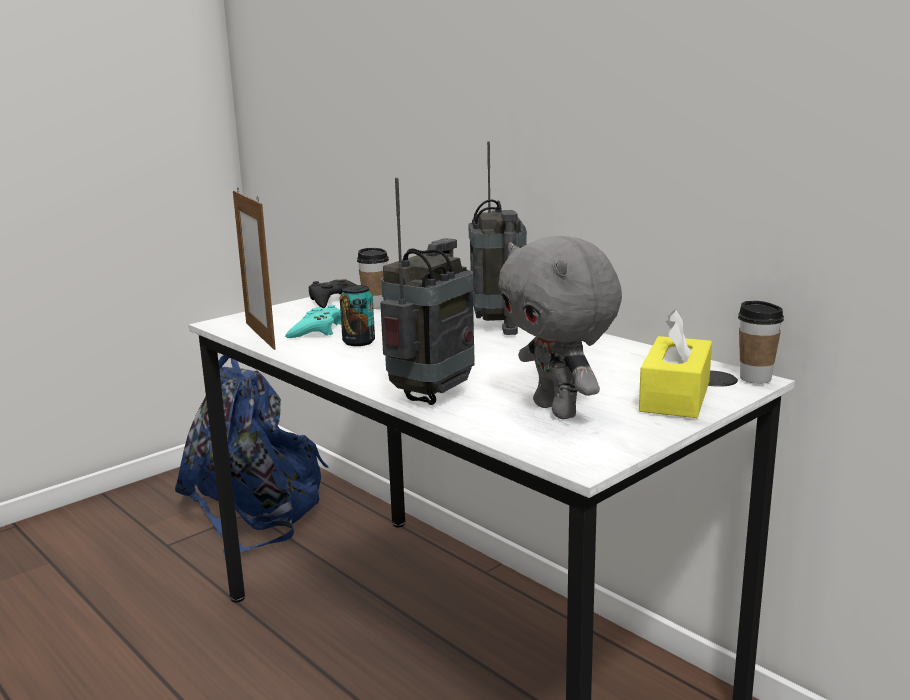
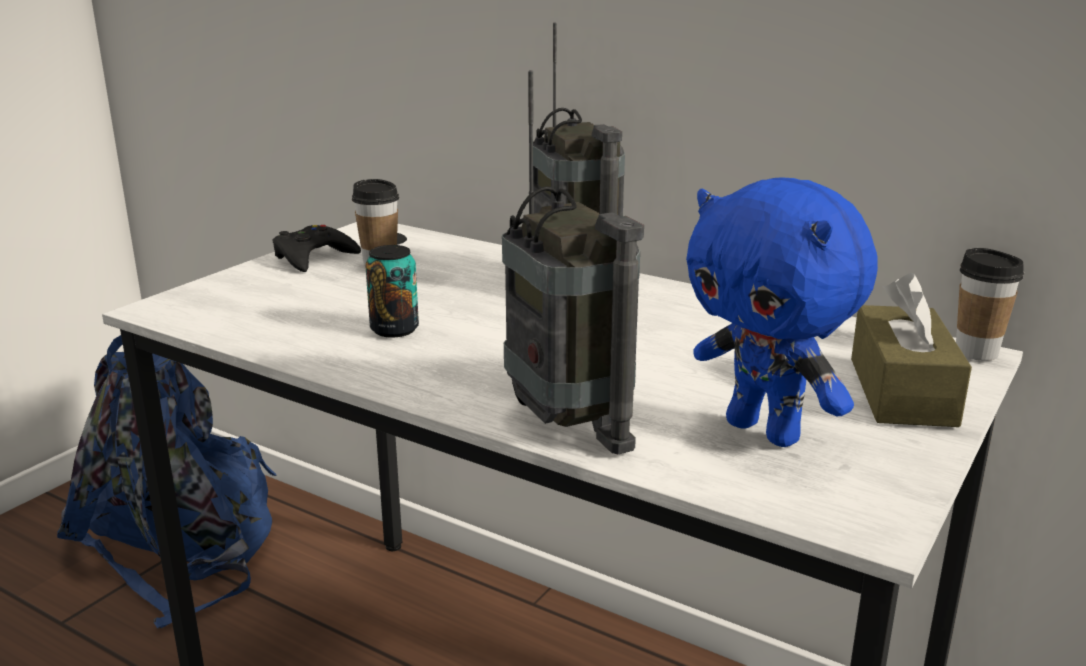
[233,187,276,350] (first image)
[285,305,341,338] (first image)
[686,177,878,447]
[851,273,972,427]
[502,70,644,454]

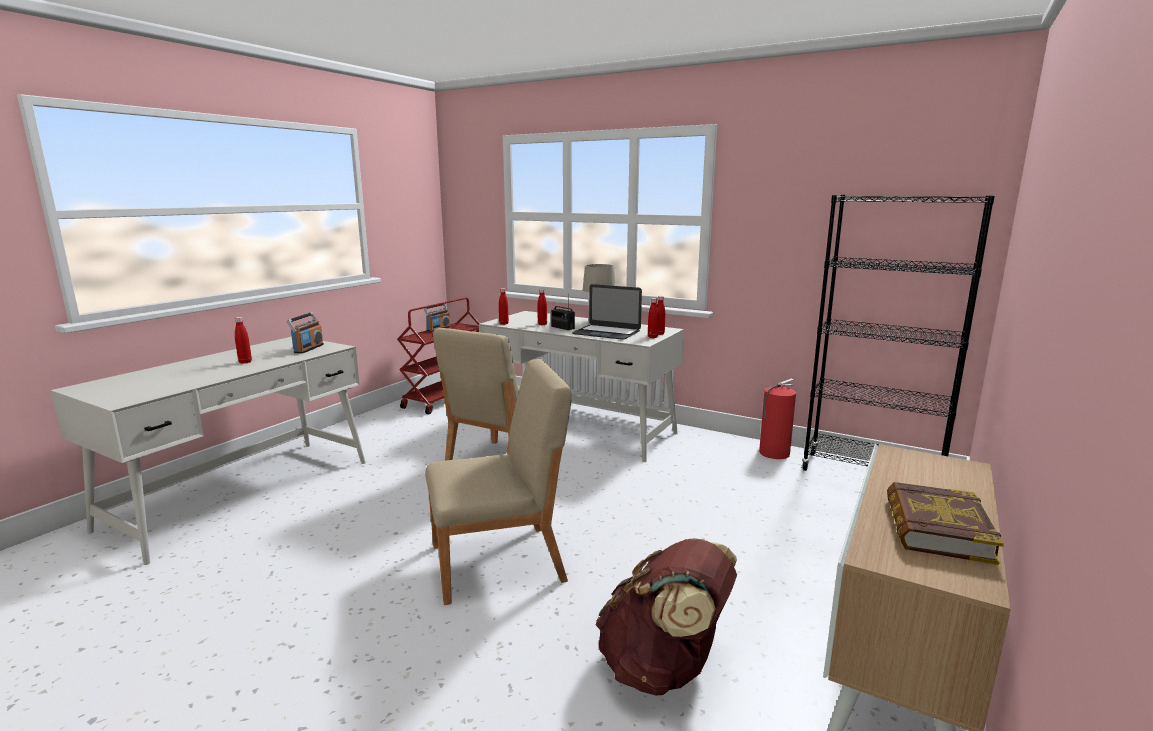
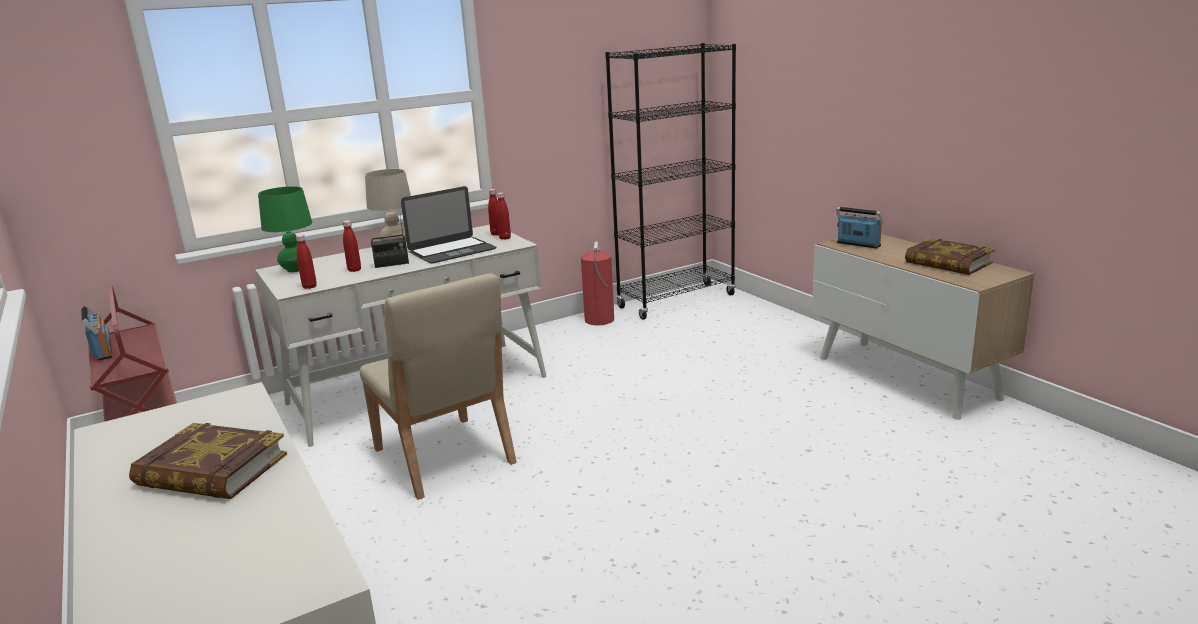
[425,359,572,605] (first image)
[596,538,737,696] (first image)
[258,186,312,272]
[836,207,883,249]
[129,423,287,499]

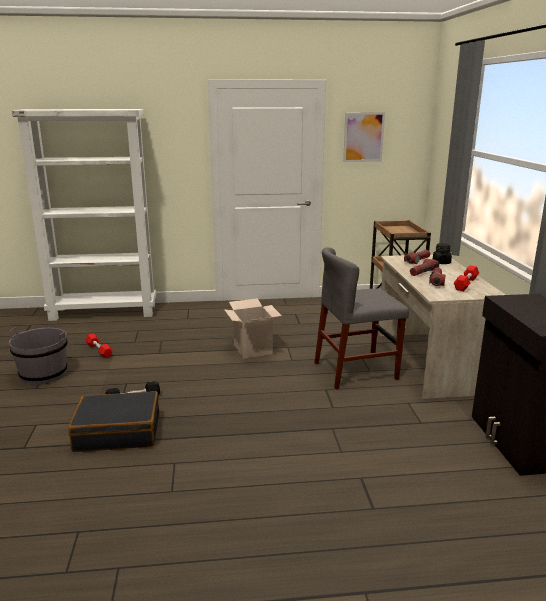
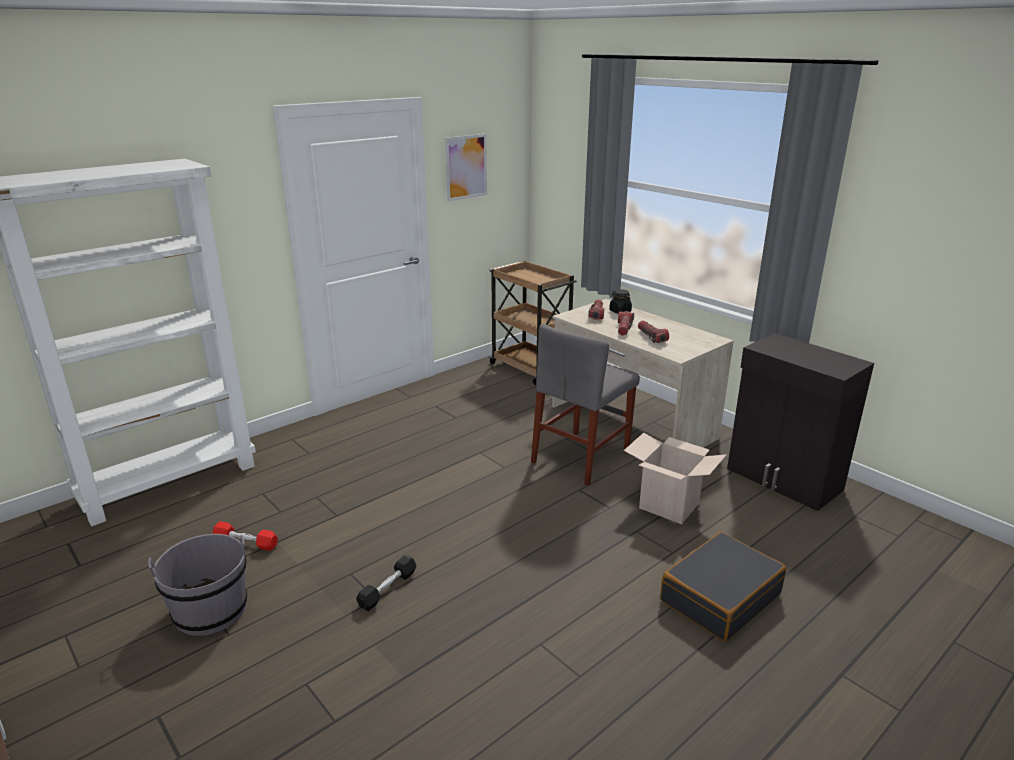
[454,265,479,291] (first image)
[660,532,786,642]
[624,433,727,524]

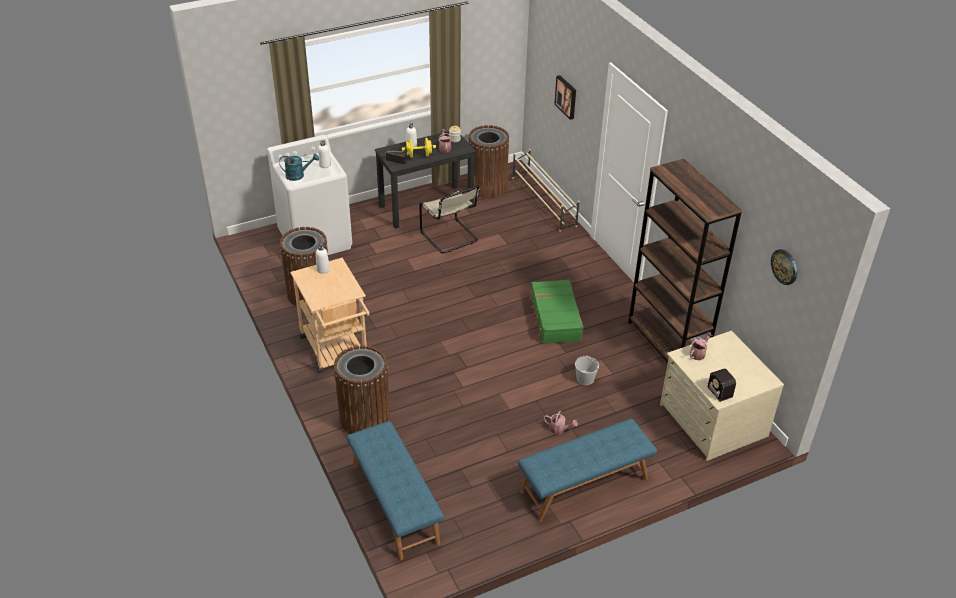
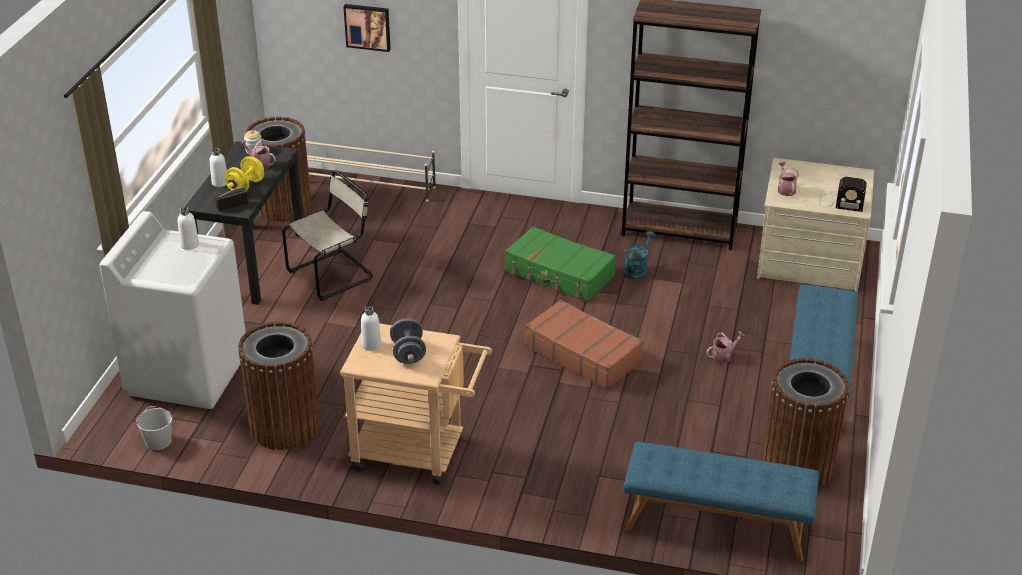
[771,249,797,285] (first image)
[390,318,426,364]
[525,300,643,389]
[623,231,656,280]
[762,358,849,488]
[136,406,172,450]
[282,170,373,301]

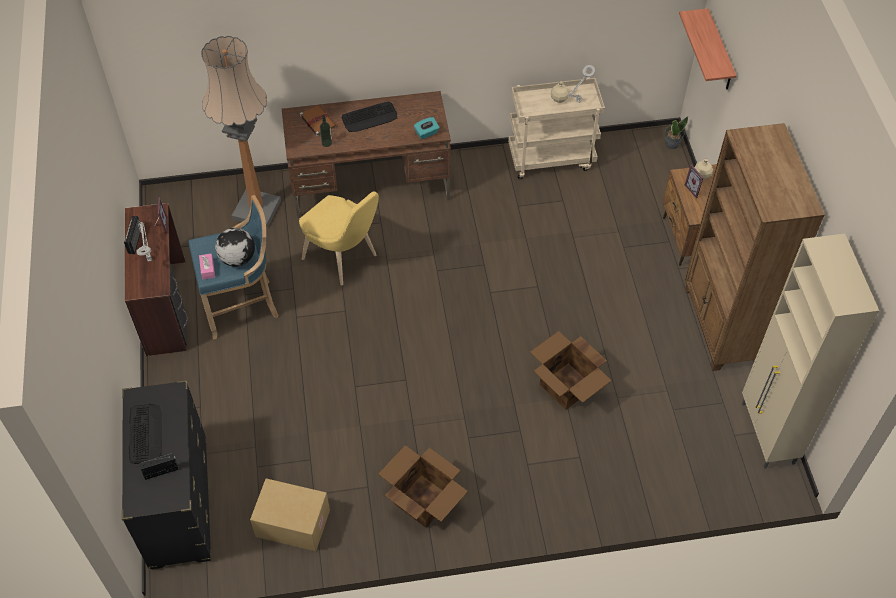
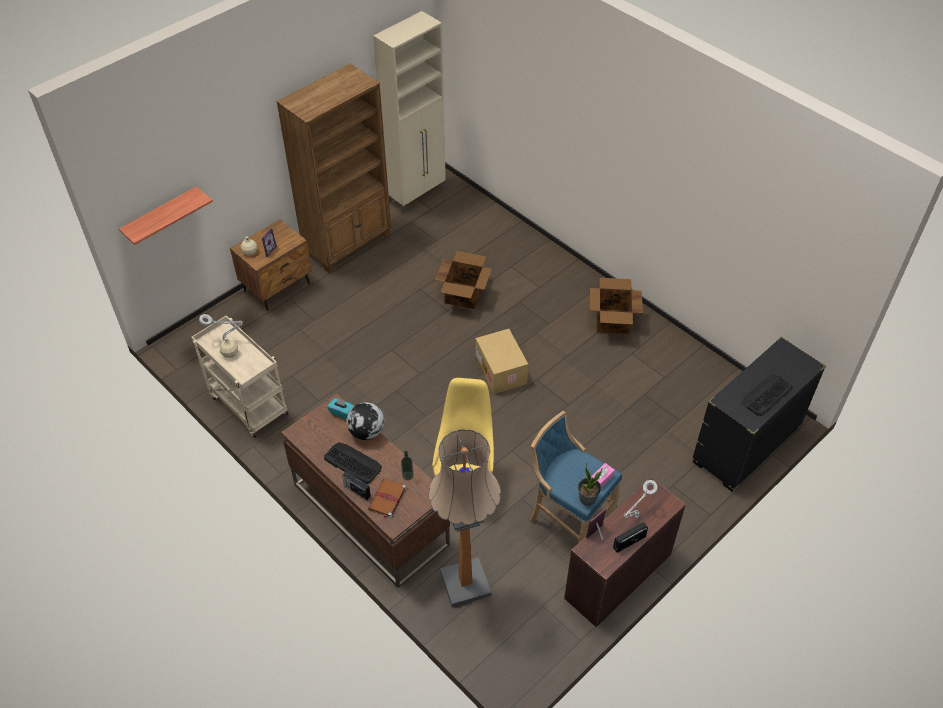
[342,471,371,501]
[346,402,384,440]
[475,329,528,394]
[578,463,603,506]

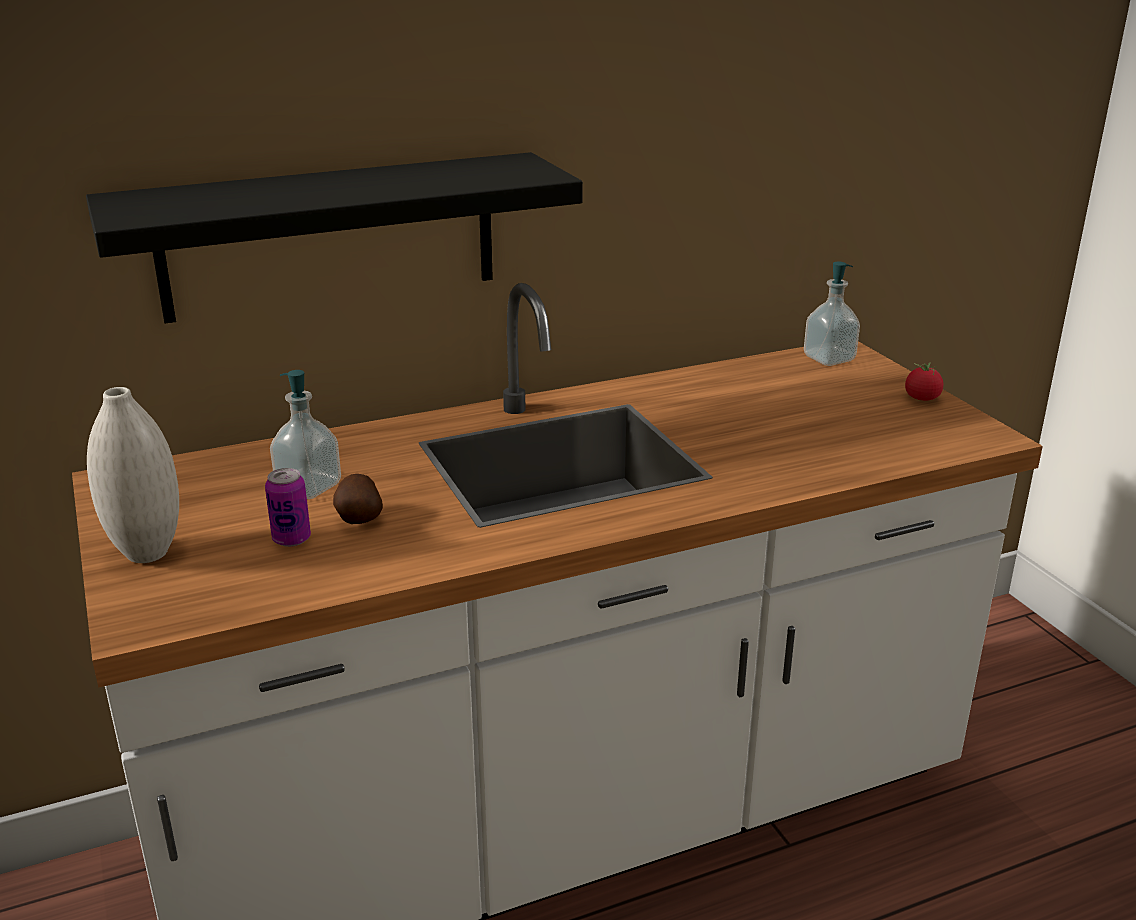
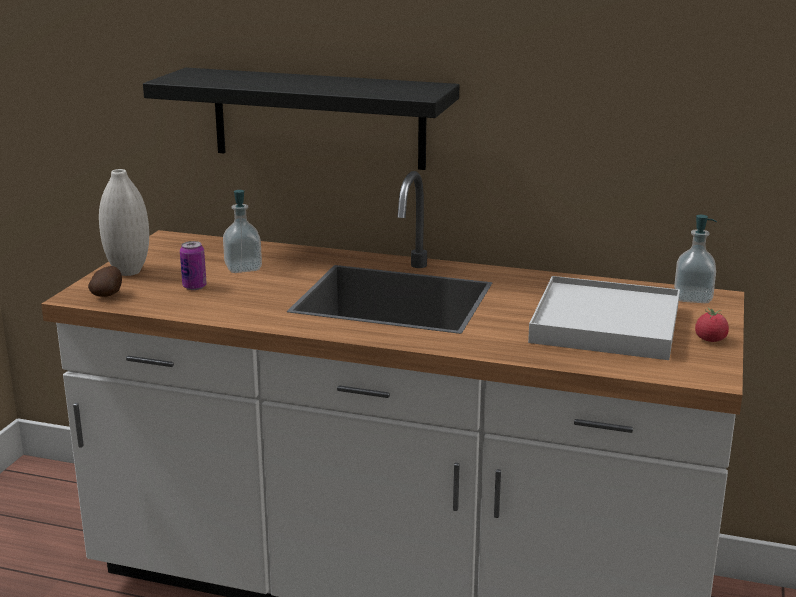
[528,276,680,360]
[88,266,122,297]

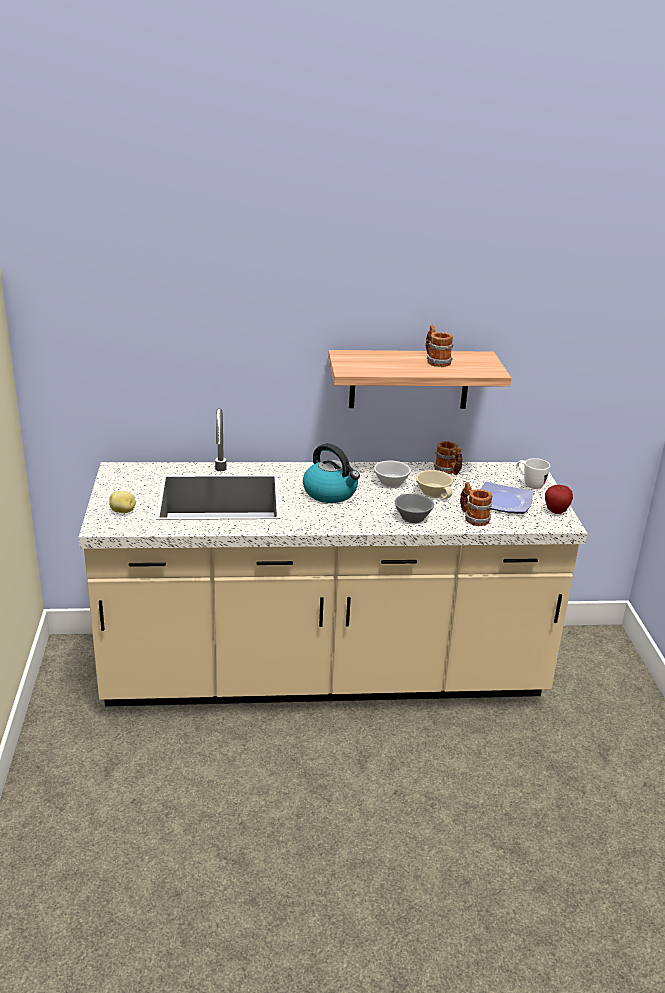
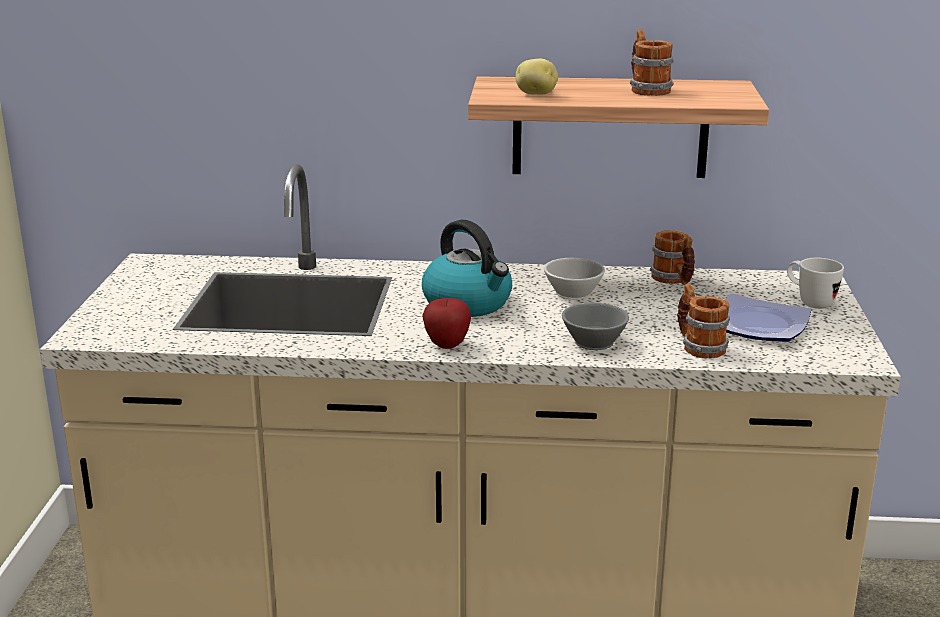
[416,470,453,499] (first image)
[515,59,558,94]
[422,298,471,349]

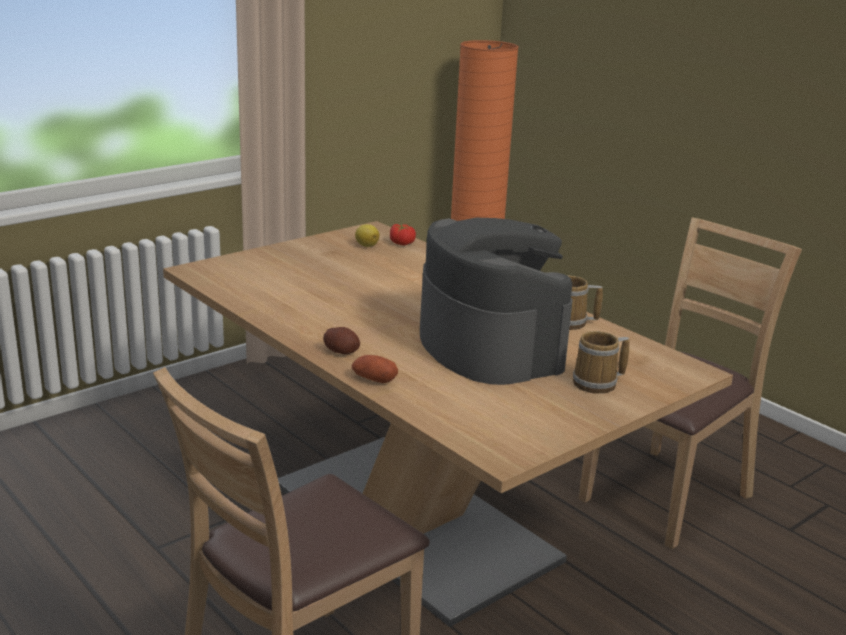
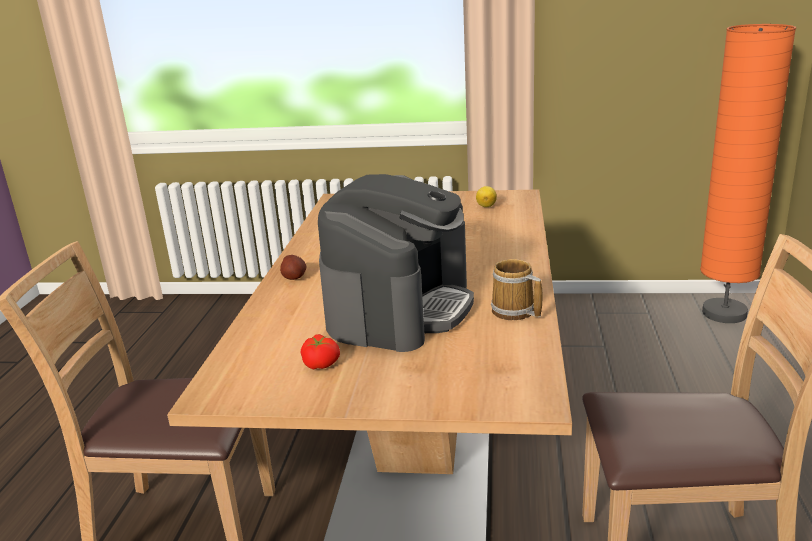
[351,355,398,383] (first image)
[573,331,629,394] (first image)
[301,334,340,369]

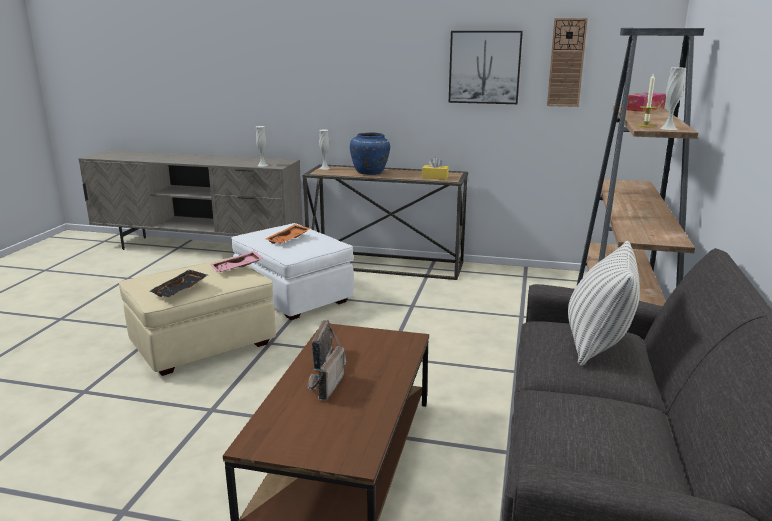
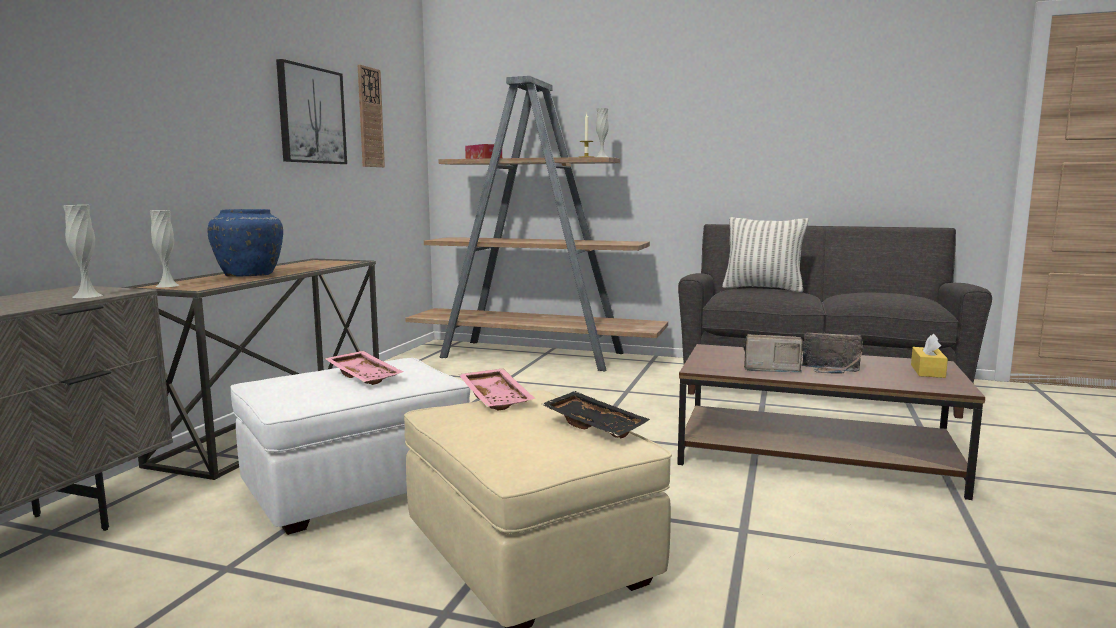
[911,334,948,378]
[325,351,404,385]

